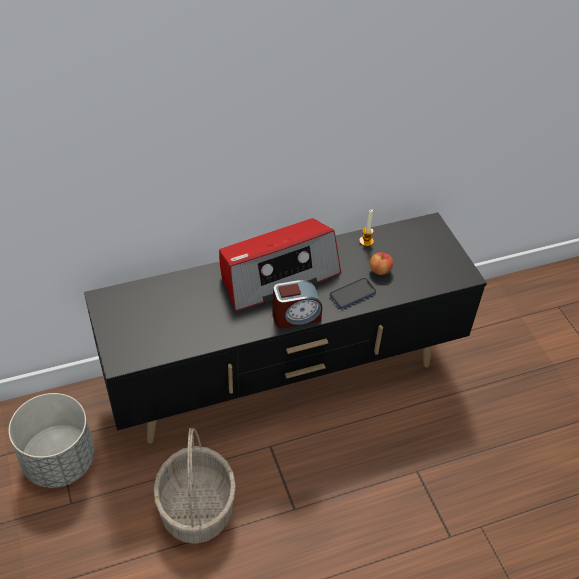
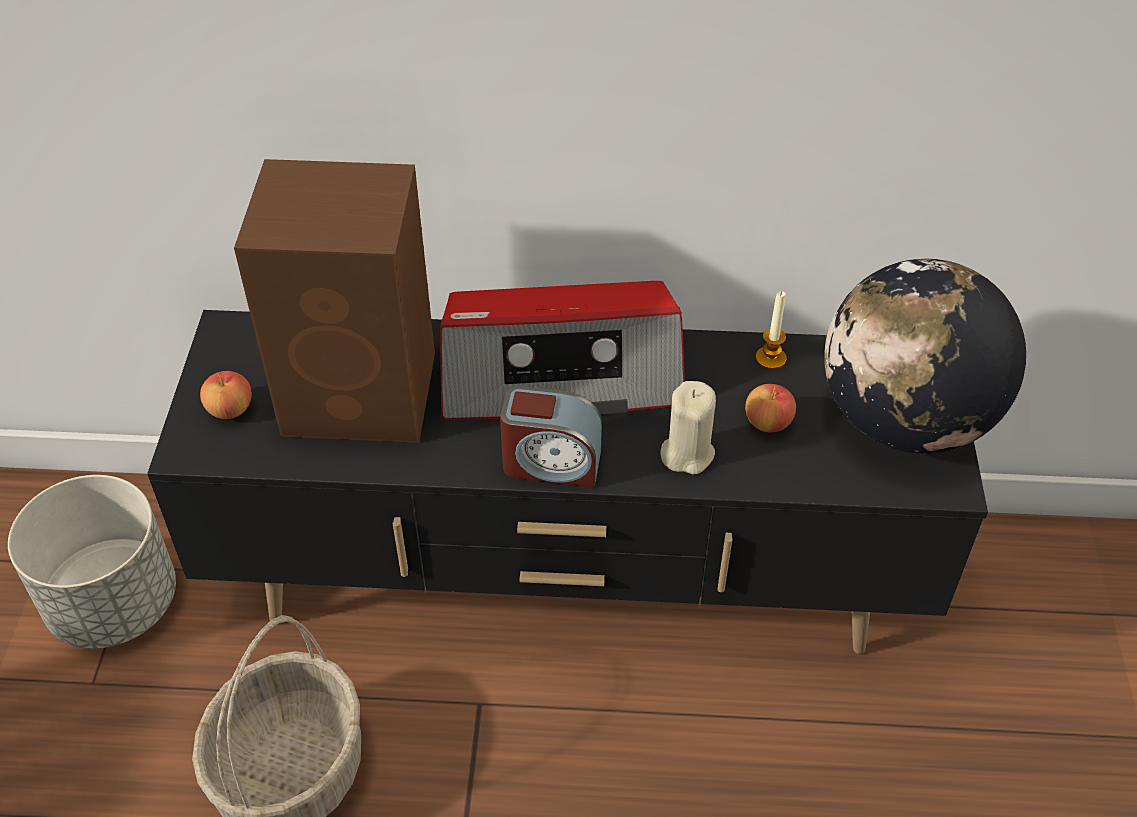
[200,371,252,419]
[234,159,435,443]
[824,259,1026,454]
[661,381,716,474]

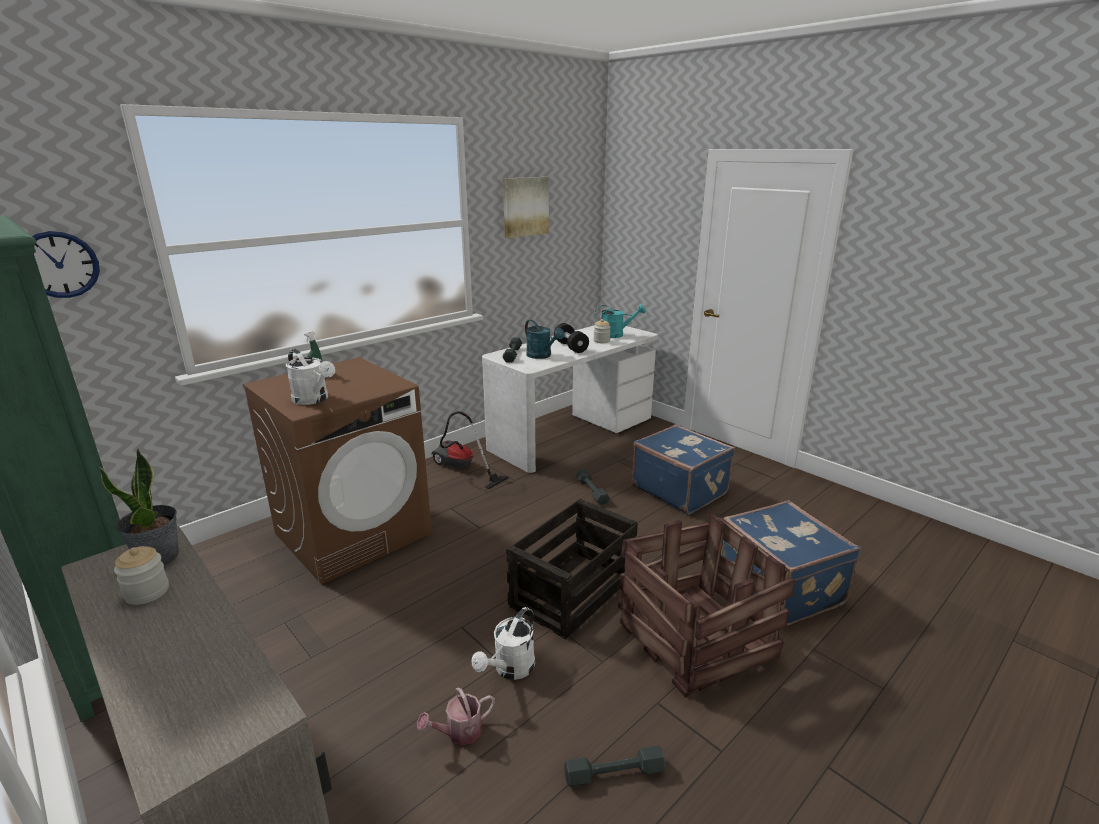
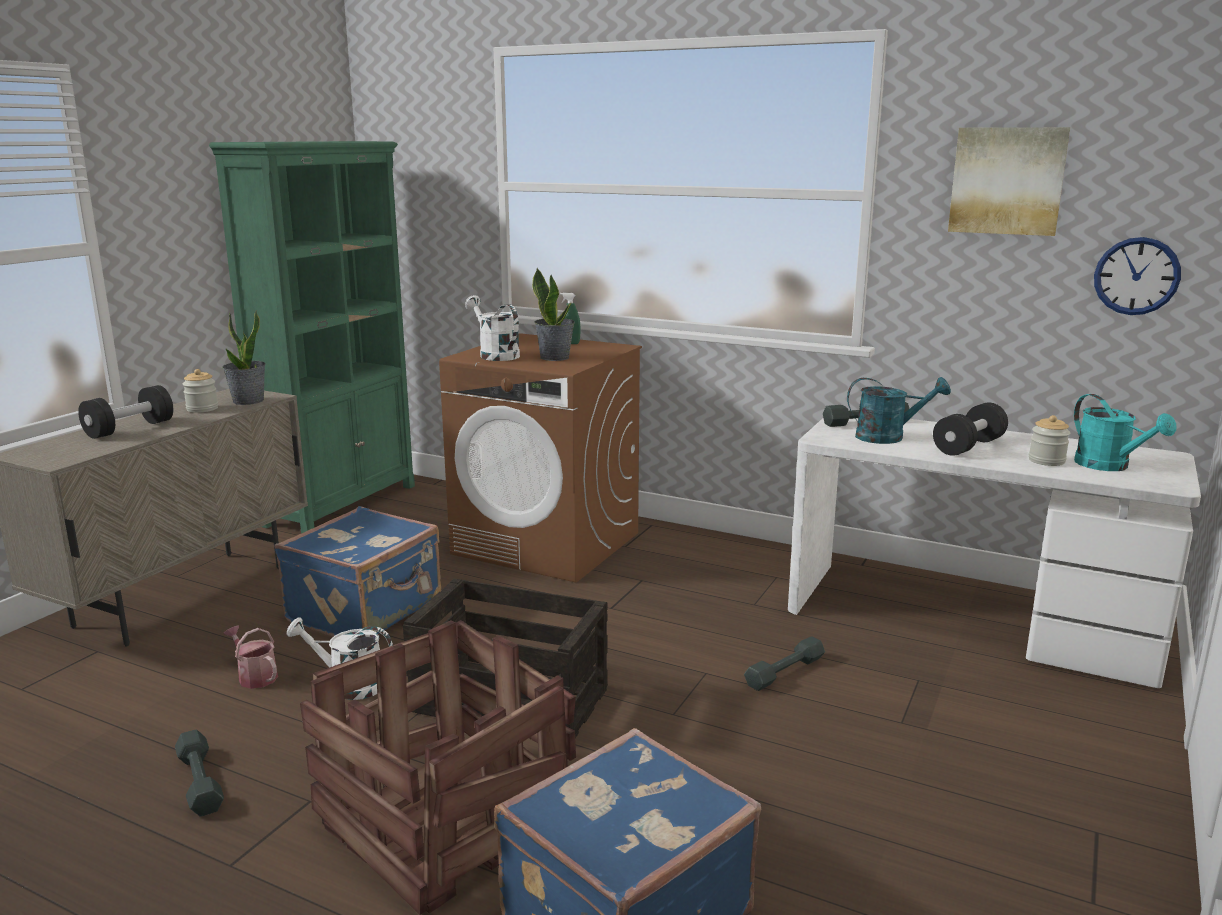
[431,411,509,489] (first image)
[78,385,173,439]
[532,268,575,361]
[1094,237,1181,315]
[274,506,441,637]
[465,295,520,361]
[847,377,951,444]

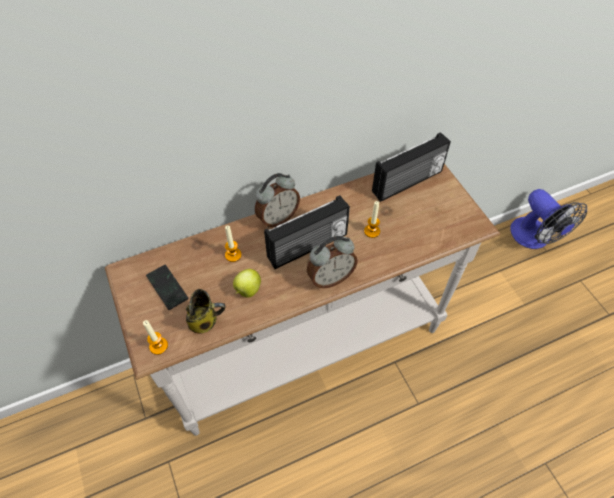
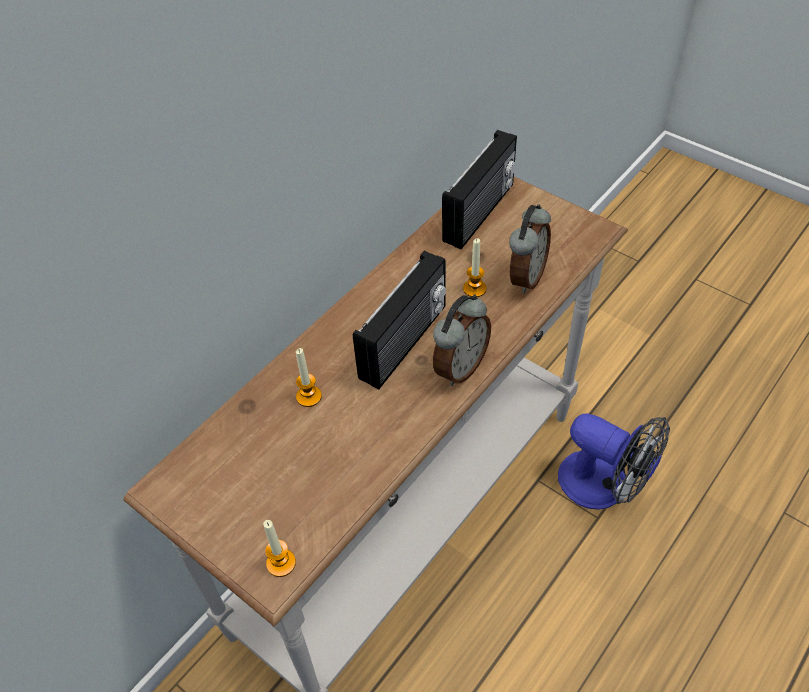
[146,265,188,310] (first image)
[186,289,225,334] (first image)
[233,269,261,298] (first image)
[509,204,551,294]
[558,413,670,510]

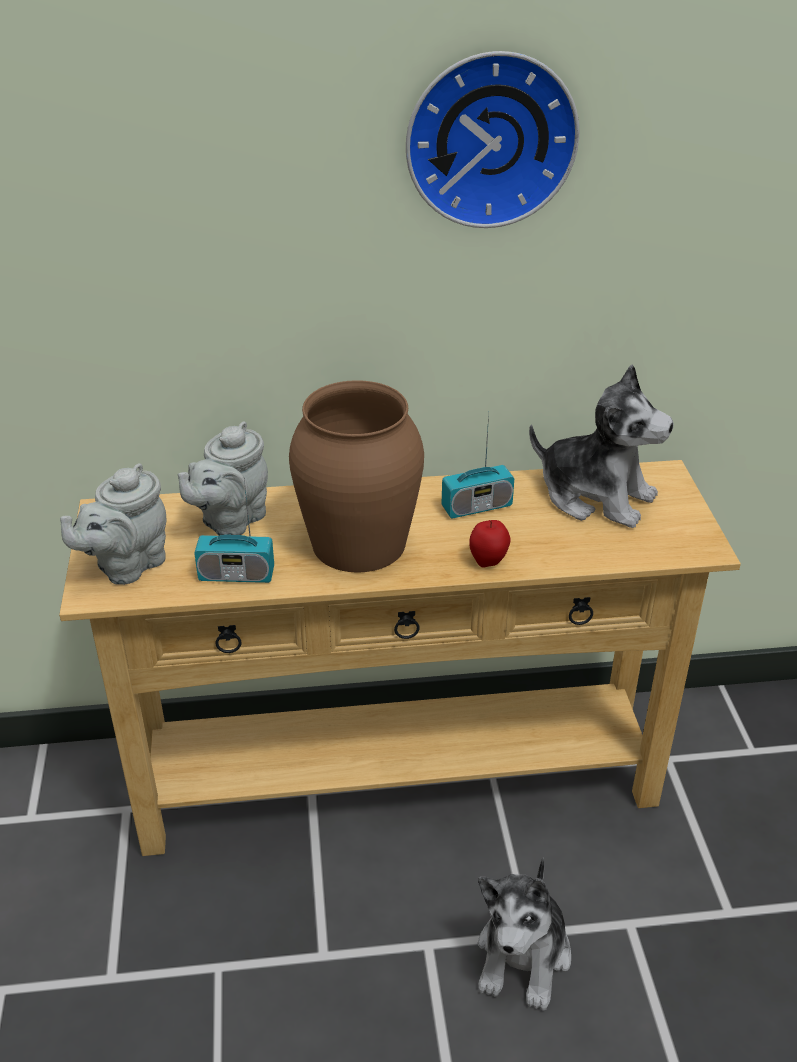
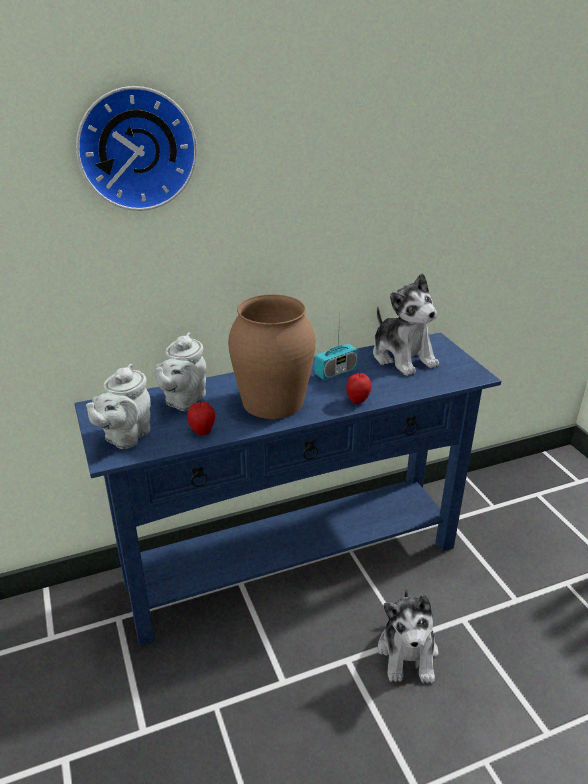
[76,86,197,211]
[187,402,215,435]
[74,332,501,646]
[373,273,439,376]

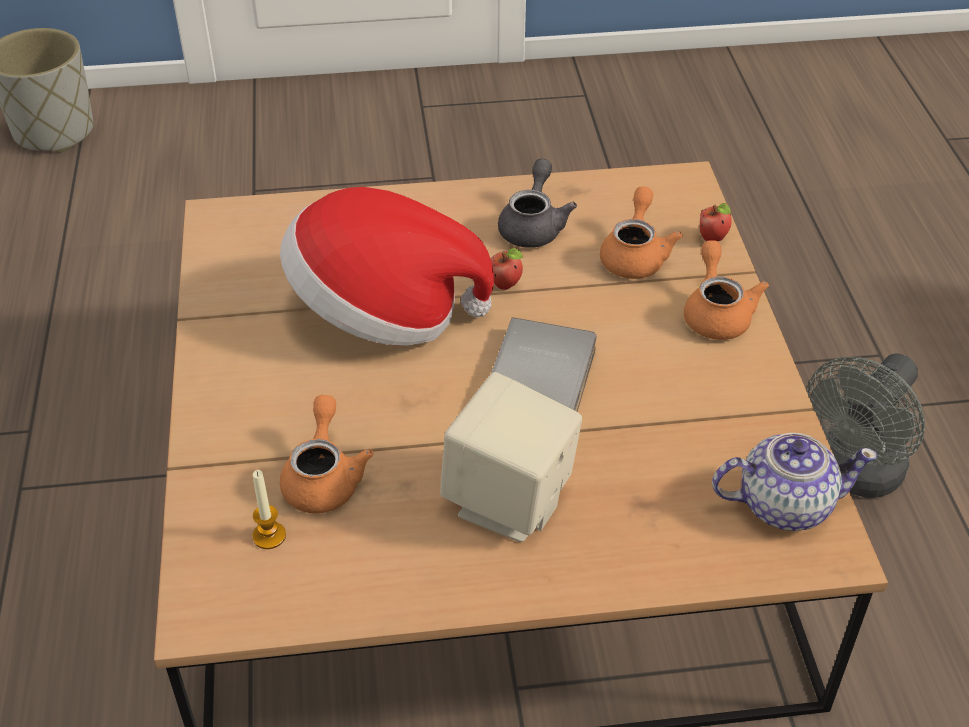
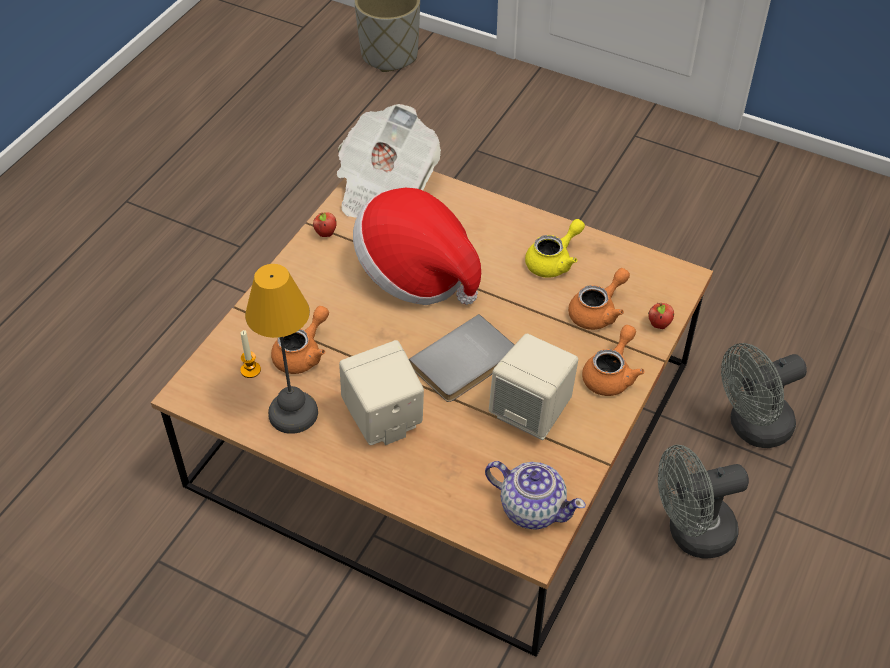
[245,264,318,434]
[336,104,441,218]
[489,334,578,440]
[721,343,807,448]
[313,212,337,237]
[525,219,585,278]

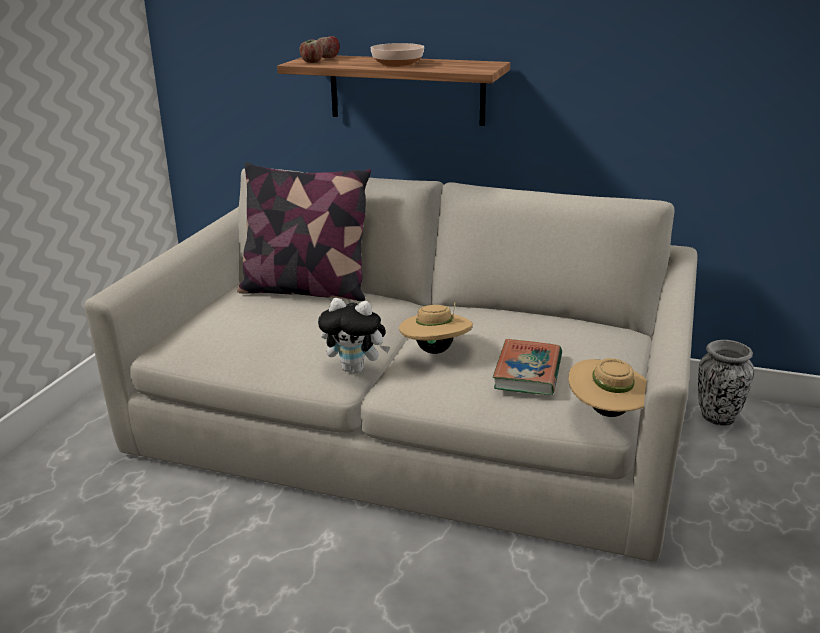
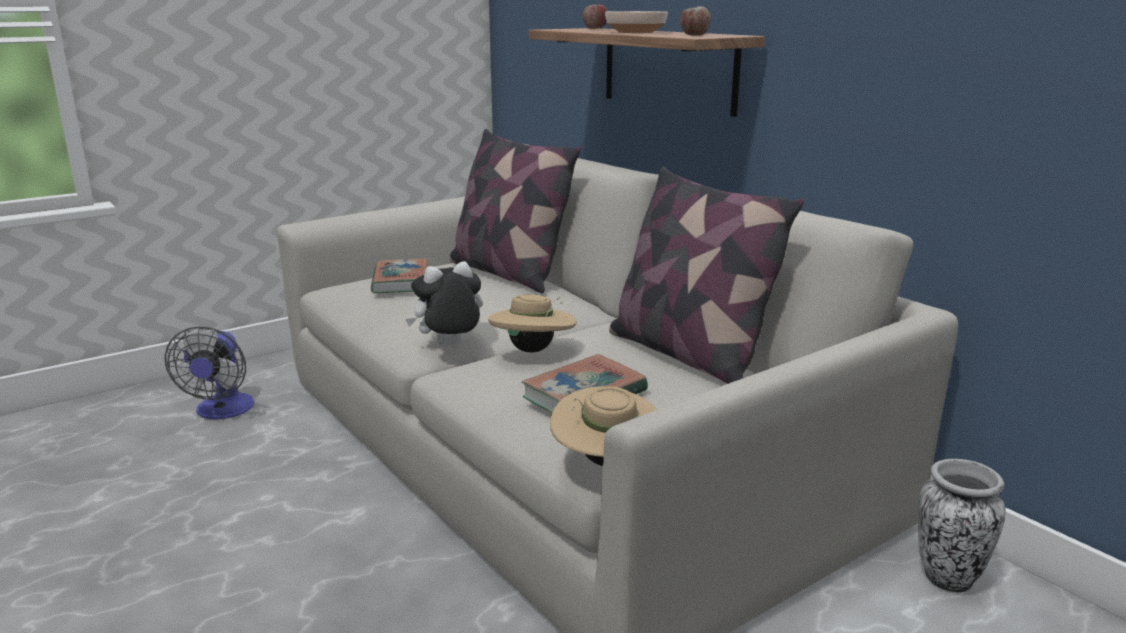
[165,327,254,419]
[371,258,428,294]
[609,166,804,384]
[680,6,711,36]
[405,261,483,347]

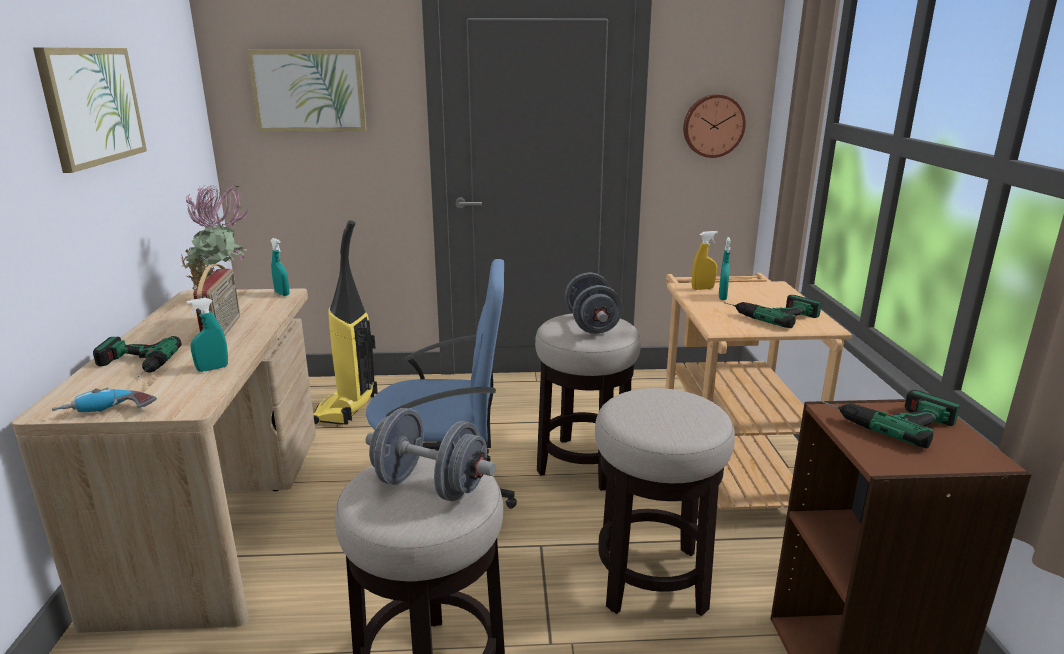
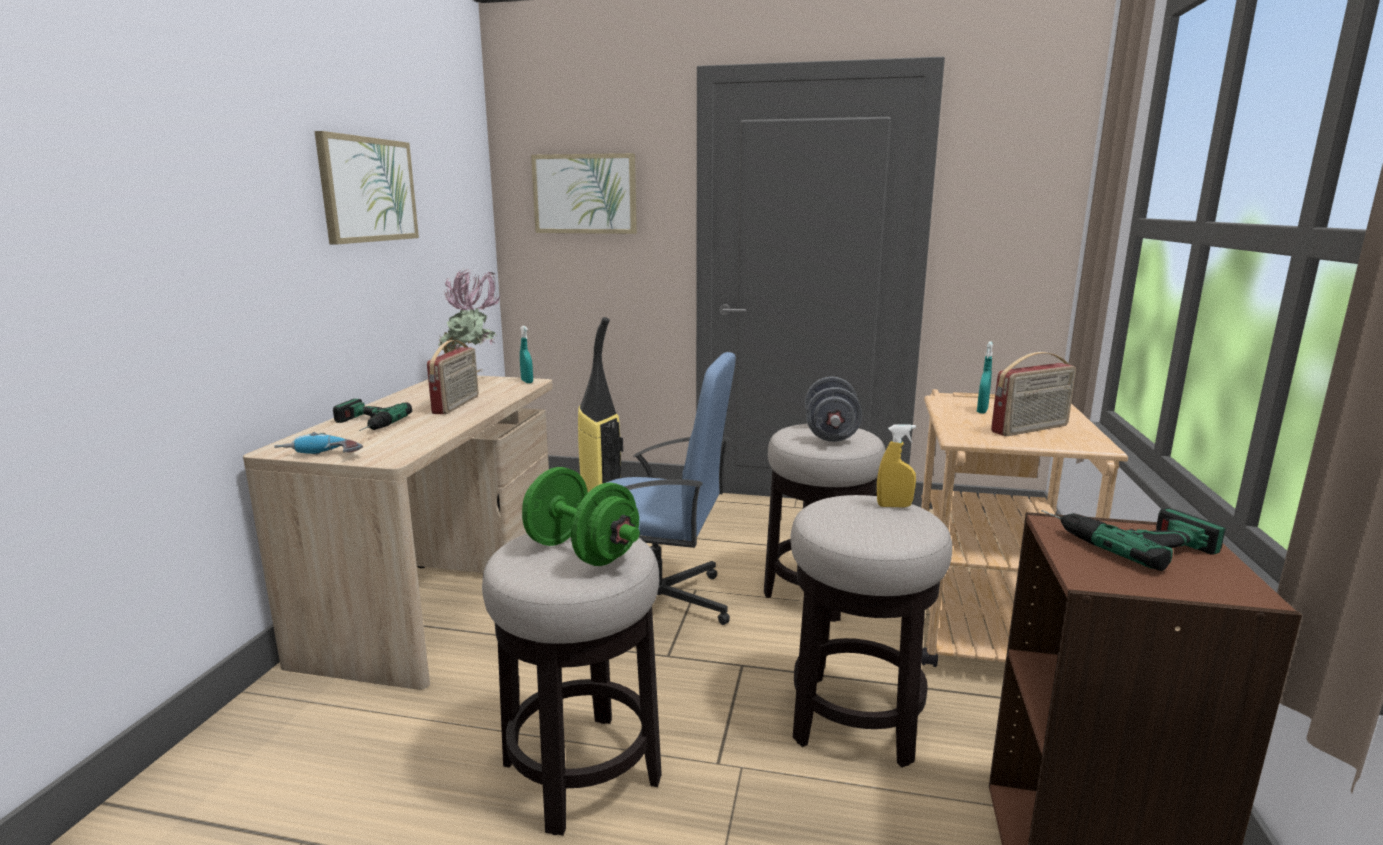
[187,298,228,372] (first image)
[683,94,746,158] (first image)
[877,424,916,508]
[991,352,1076,436]
[522,467,640,566]

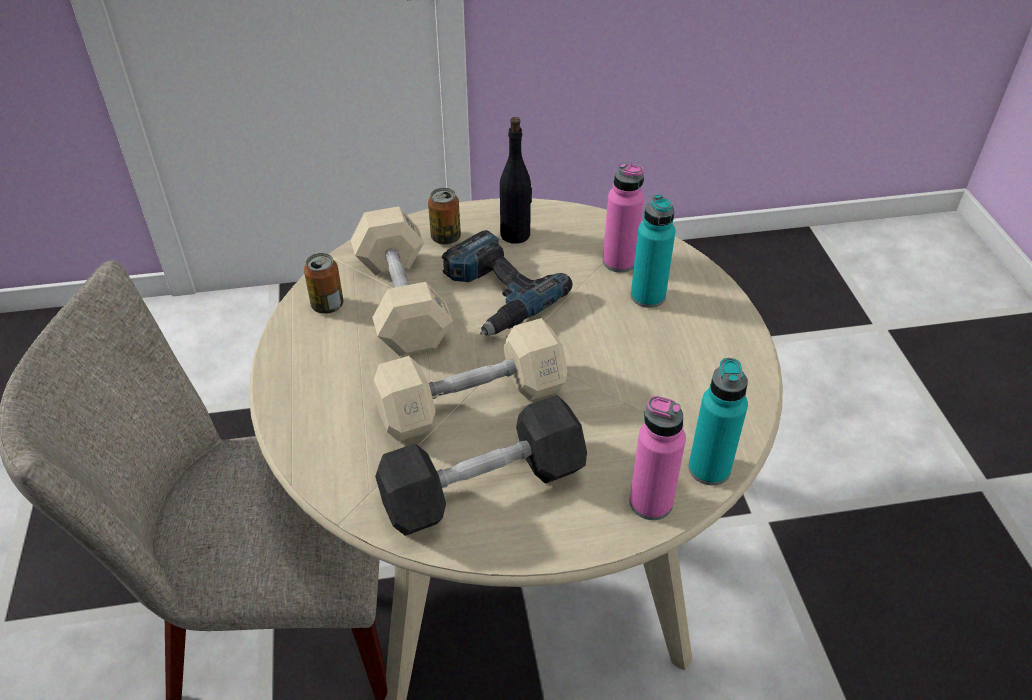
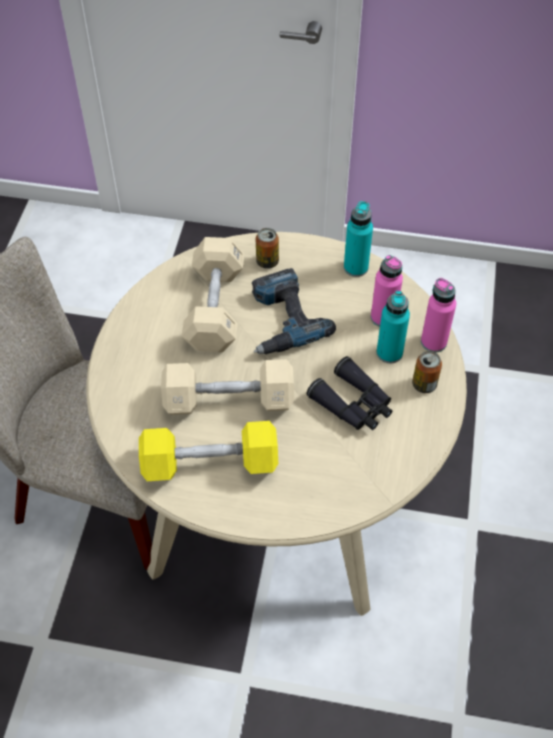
[500,117,532,244] (first image)
[307,356,392,430]
[412,351,442,393]
[421,278,456,352]
[344,201,373,277]
[139,421,278,481]

